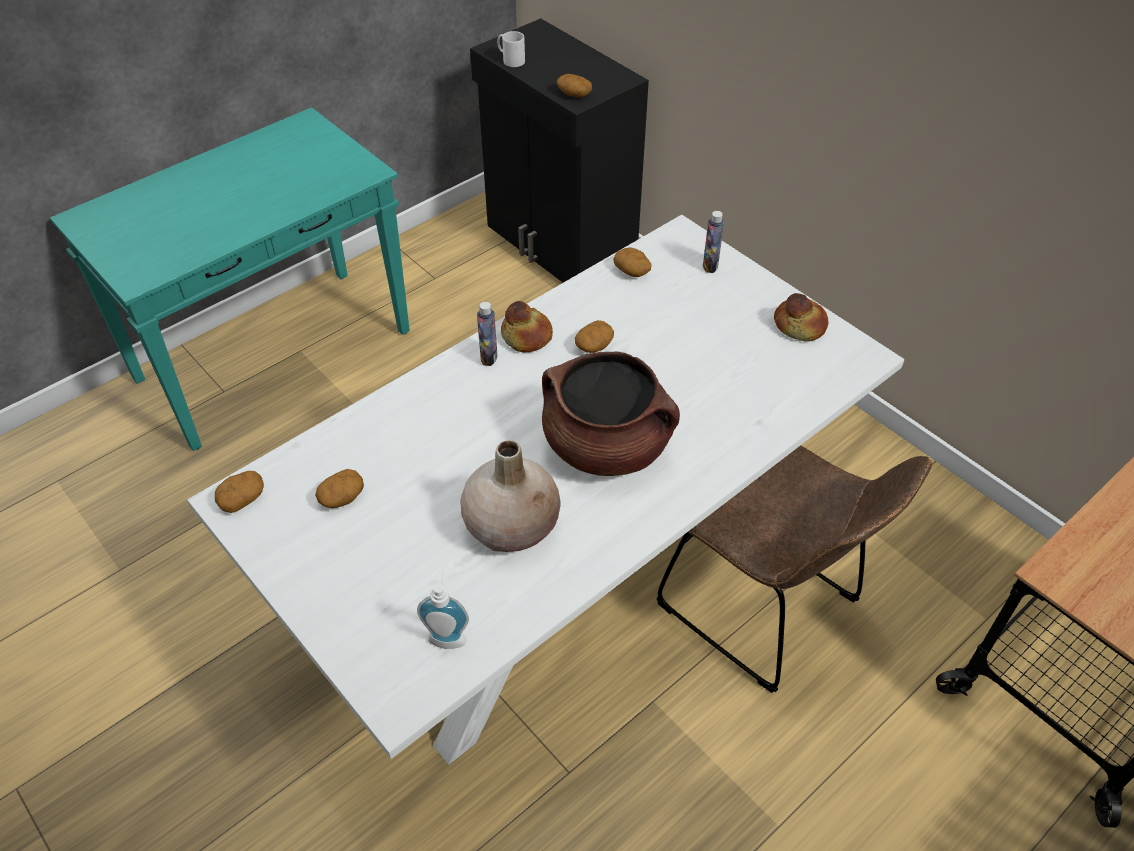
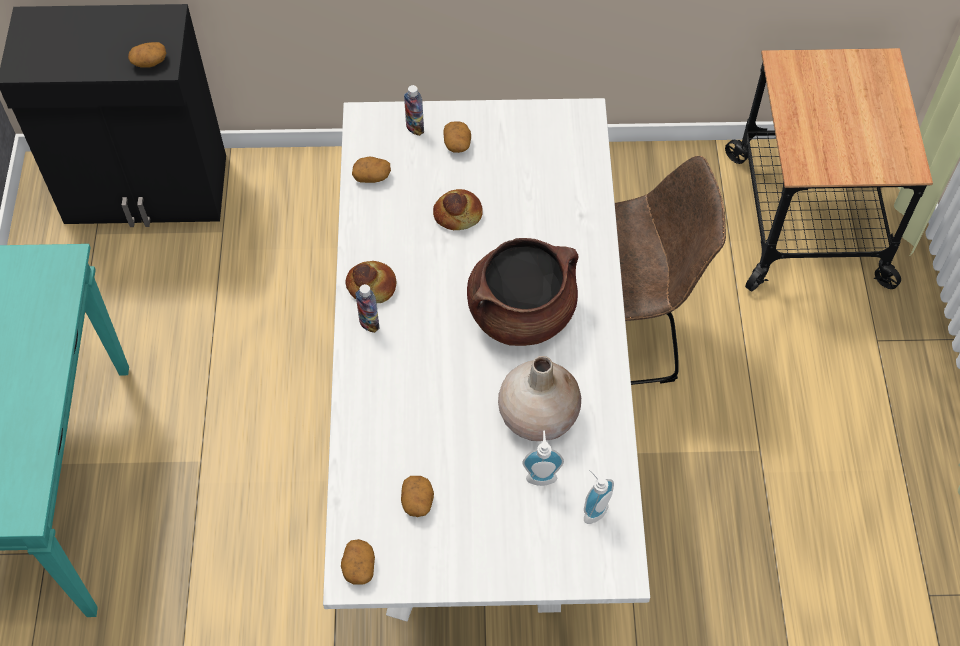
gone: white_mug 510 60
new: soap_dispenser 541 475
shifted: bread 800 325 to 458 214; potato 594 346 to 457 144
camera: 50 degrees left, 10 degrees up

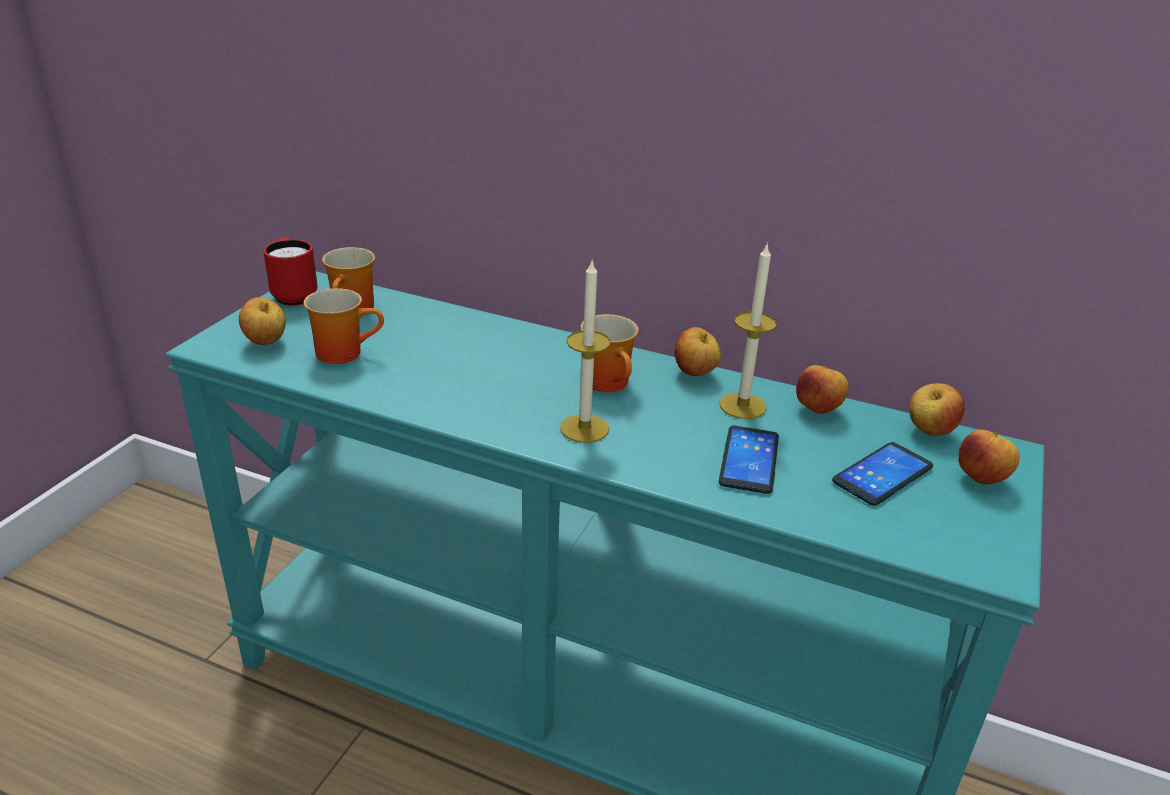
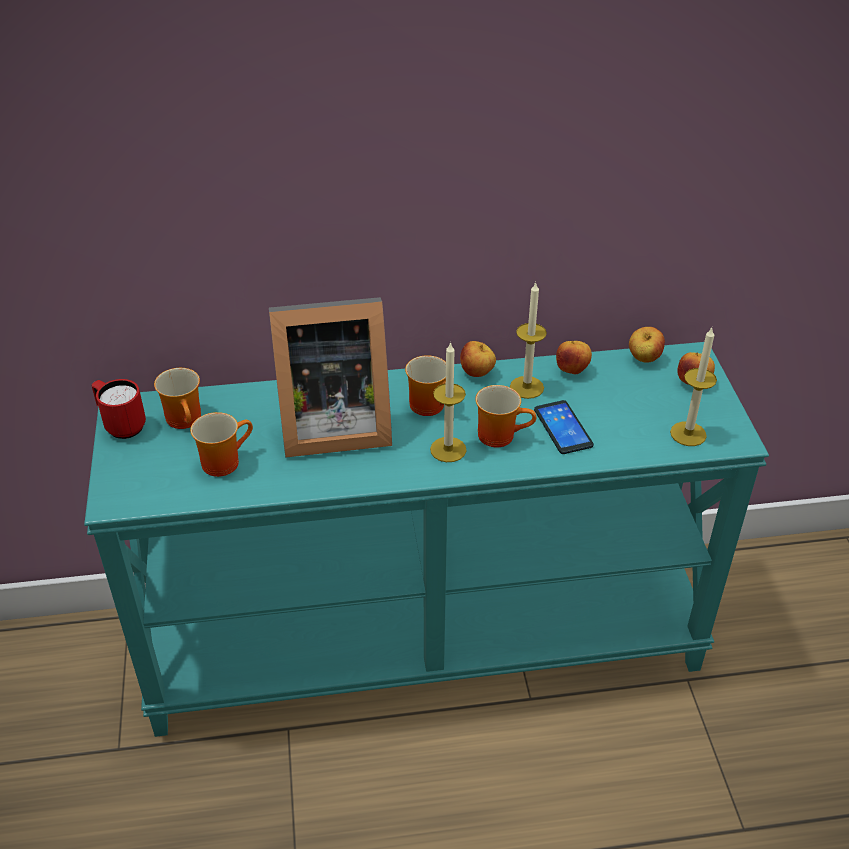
gone: apple 266 343; phone 882 475
new: picture_frame 330 425; mug 500 434; candle 688 434
camera: 30 degrees left, 10 degrees up

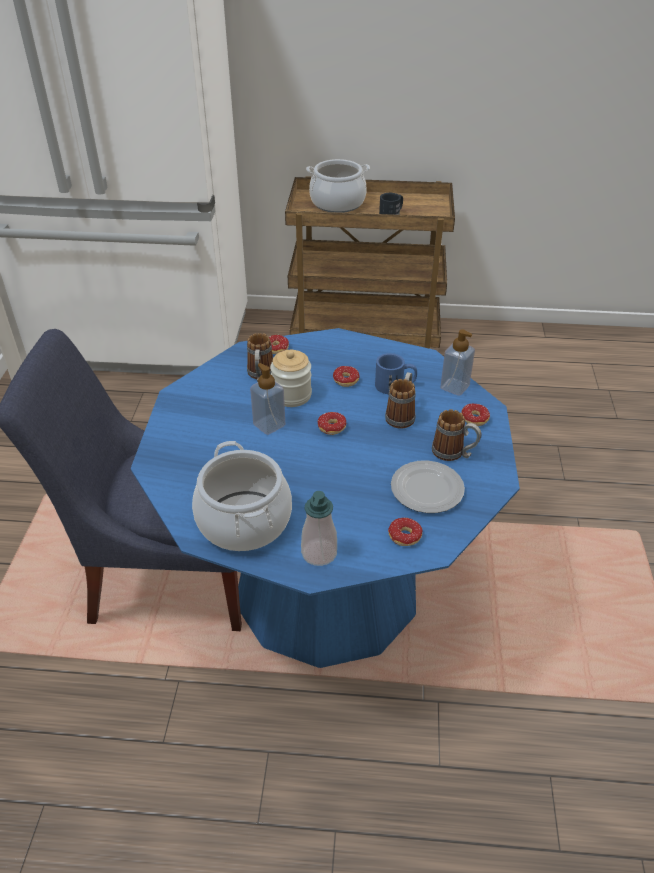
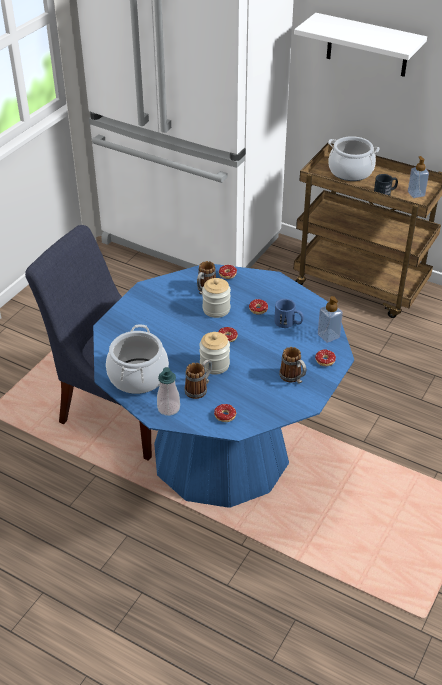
gone: plate 427 490
new: jar 214 365; white_shelf 367 45
shifted: mug 401 415 to 199 389; soap_dispenser 269 425 to 416 194
camera: 25 degrees right, 0 degrees up

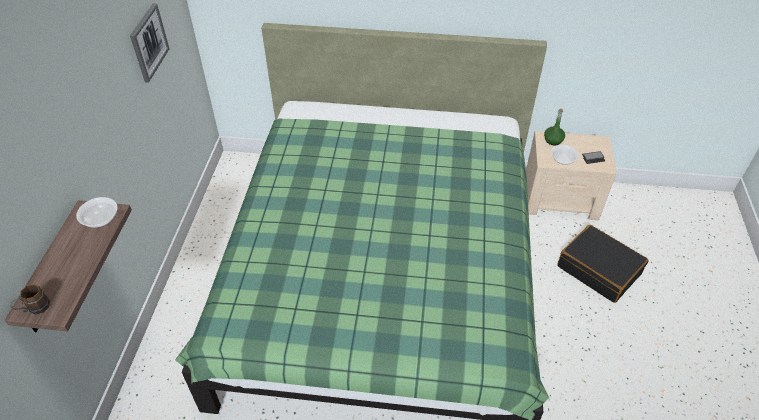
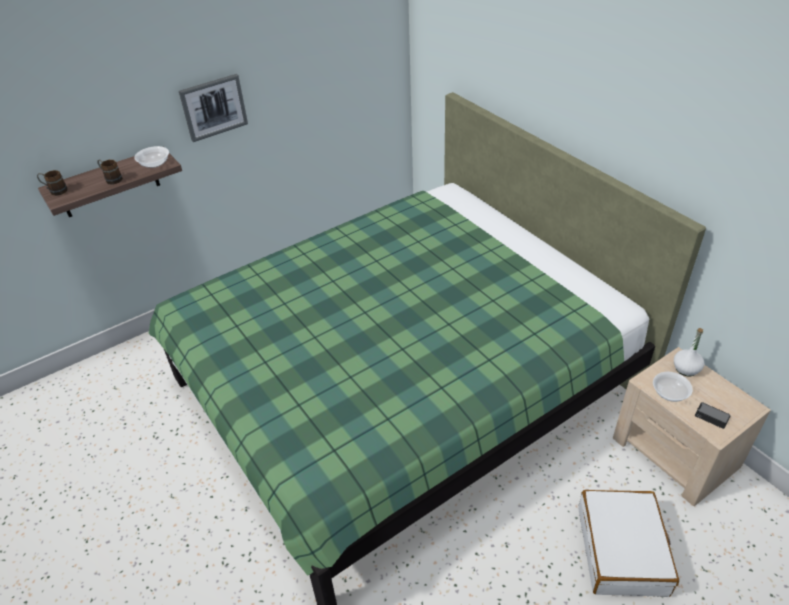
new: brown_mug 111 179
shifted: picture 148 42 to 213 107
repainted: black_suitcase 599 270 to white_suitcase 622 550; green_bottle 553 140 to white_bottle 686 368
camera: 50 degrees right, 5 degrees down

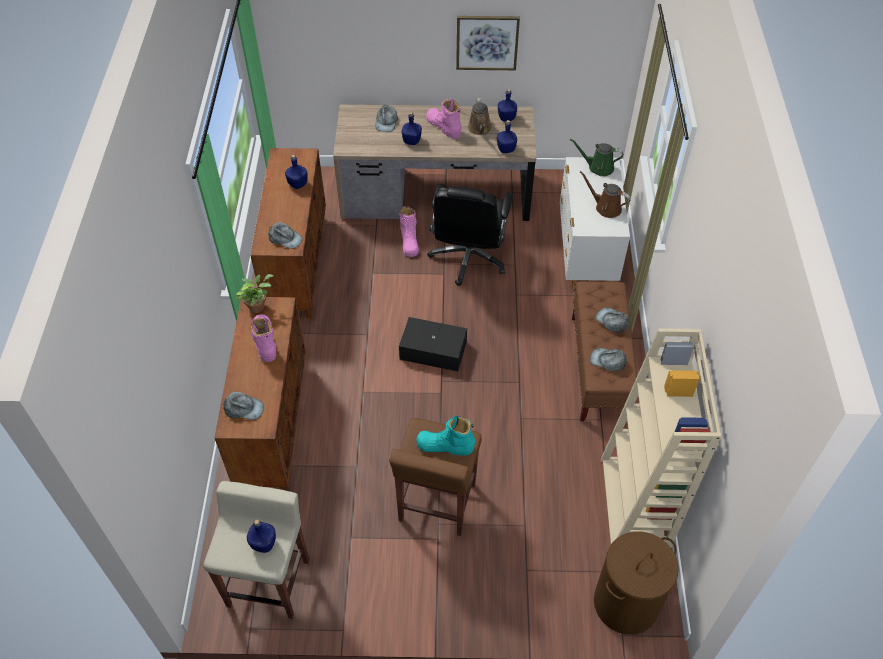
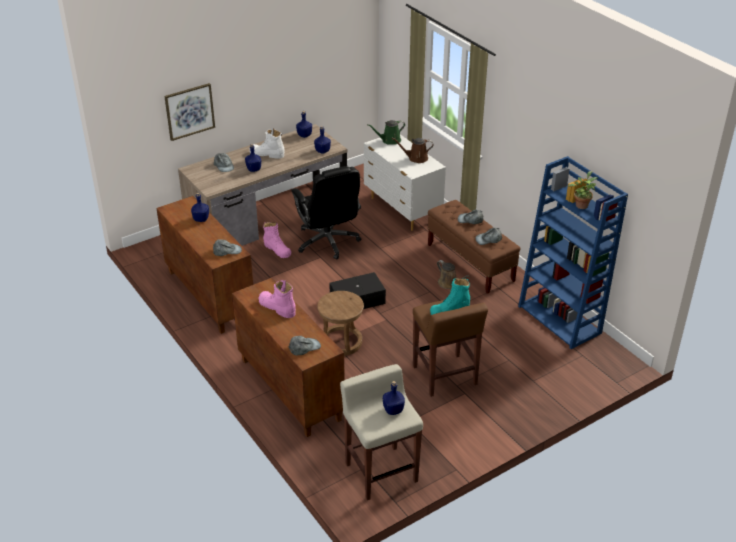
gone: brown_laundry_basket 626 603
new: brown_stool 341 342
shifted: picture 487 42 to 189 111; brown_watering_can 480 129 to 449 284; potted_plant 258 306 to 581 204
repainted: pink_boot 443 126 to white_boot 267 154; beige_bookcase 634 506 to blue_bookcase 560 320
camera: 35 degrees left, 15 degrees down

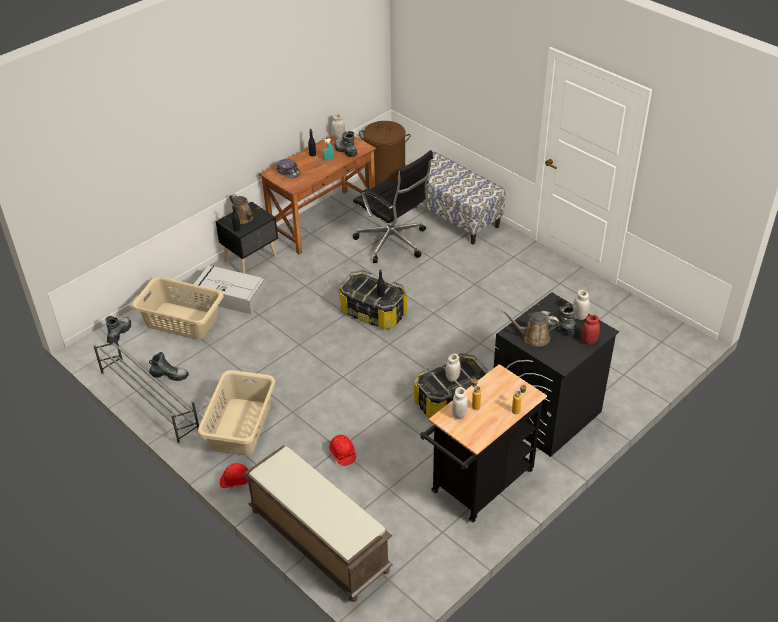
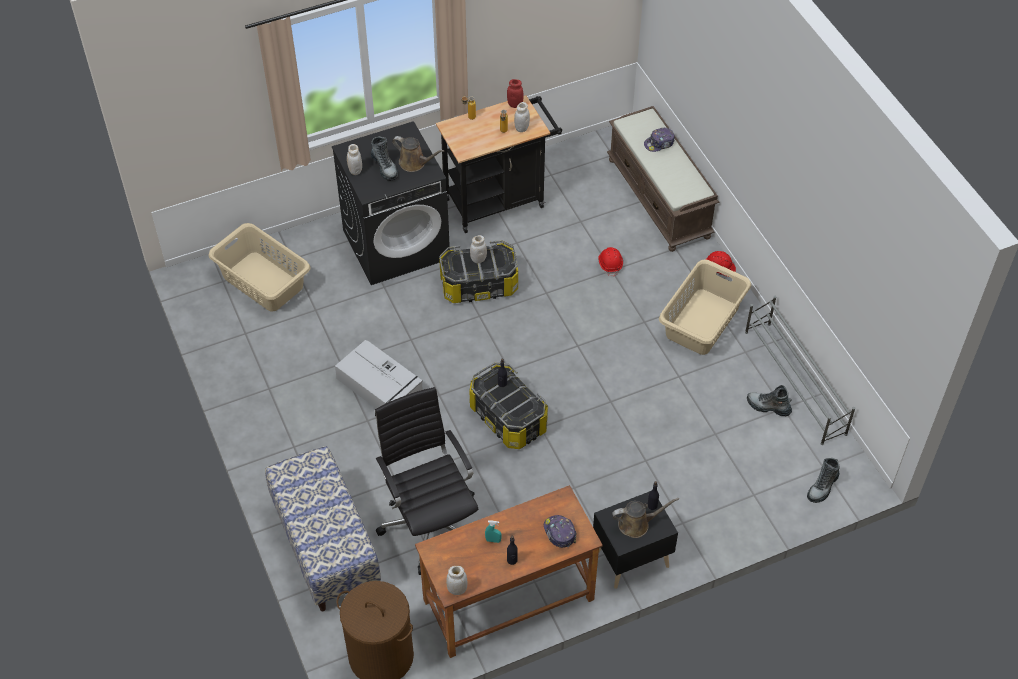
gone: boot 345 151
new: cap 659 143
shifted: beige_laundry_basket 182 321 to 263 281; grey_storage_box 229 296 to 380 387; red_jar 589 341 to 515 104
rotated: brown_watering_can 244 218 = 637 524 105 degrees clockwise
camera: 160 degrees left, 10 degrees up

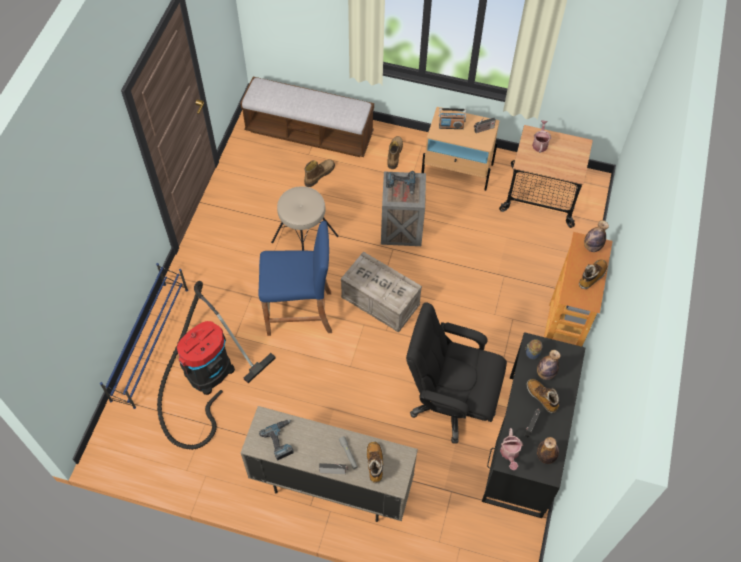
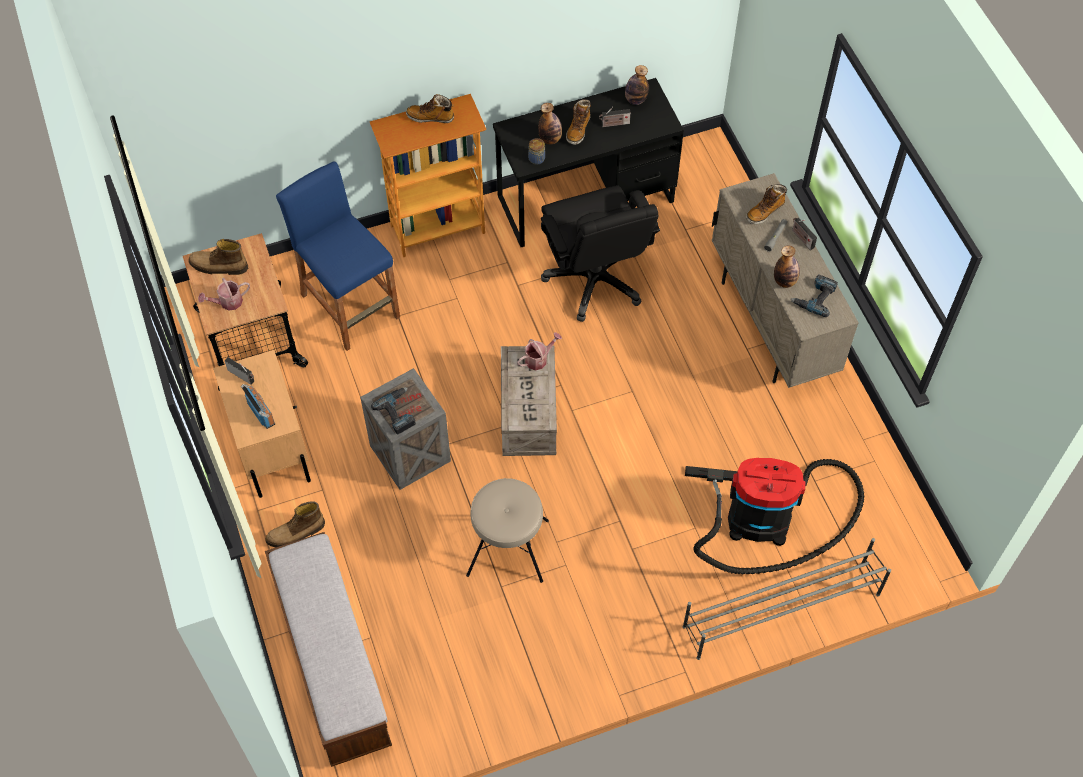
shifted: boot 319 174 to 218 267; blue_stool 299 313 to 350 306; watering_can 510 454 to 539 359; bottle 591 247 to 784 281
repainted: blue_shoe_rack 151 343 to grey_shoe_rack 780 610
camera: 125 degrees left, 0 degrees up

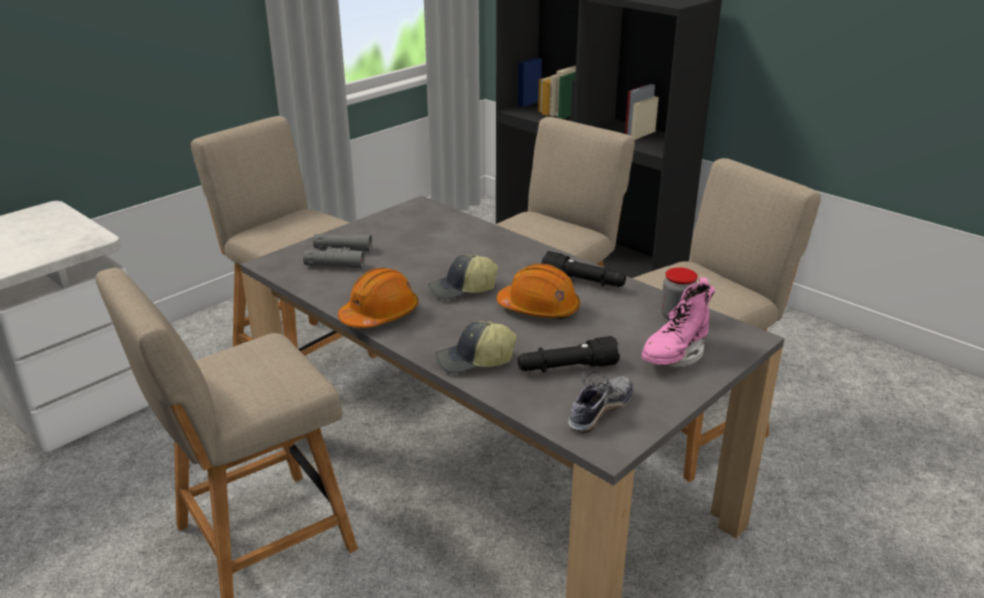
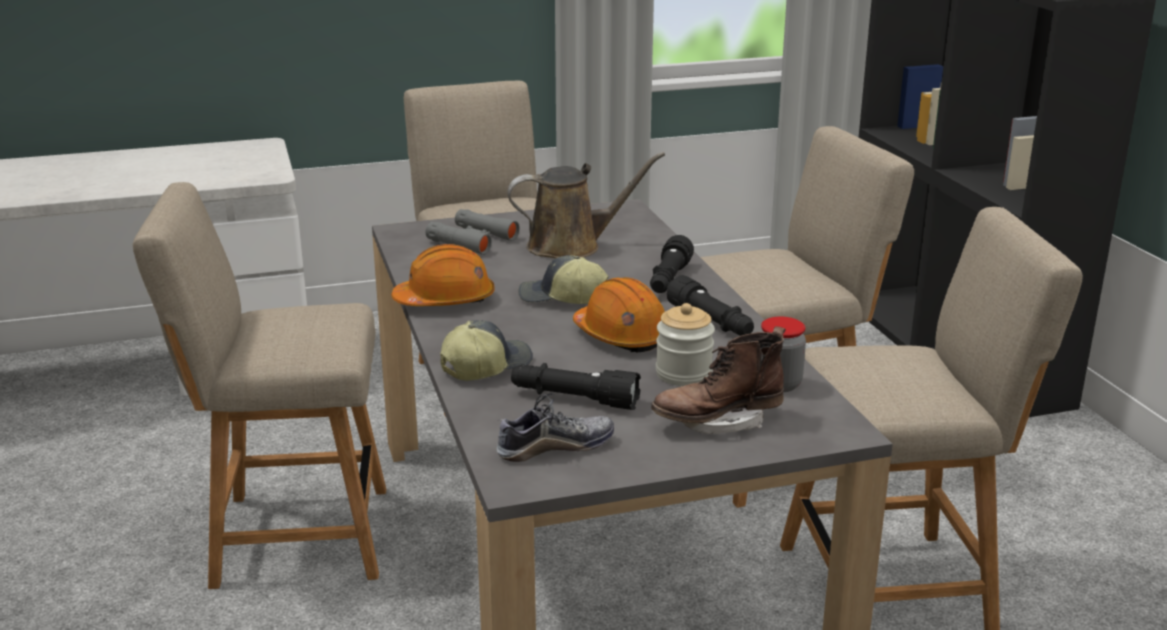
new: brown_watering_can 571 246; black_flashlight 668 280; jar 683 374
repainted: pink_boot 674 355 to brown_boot 718 421
rotated: cap 475 361 = 485 366 120 degrees clockwise
camera: 30 degrees right, 5 degrees down

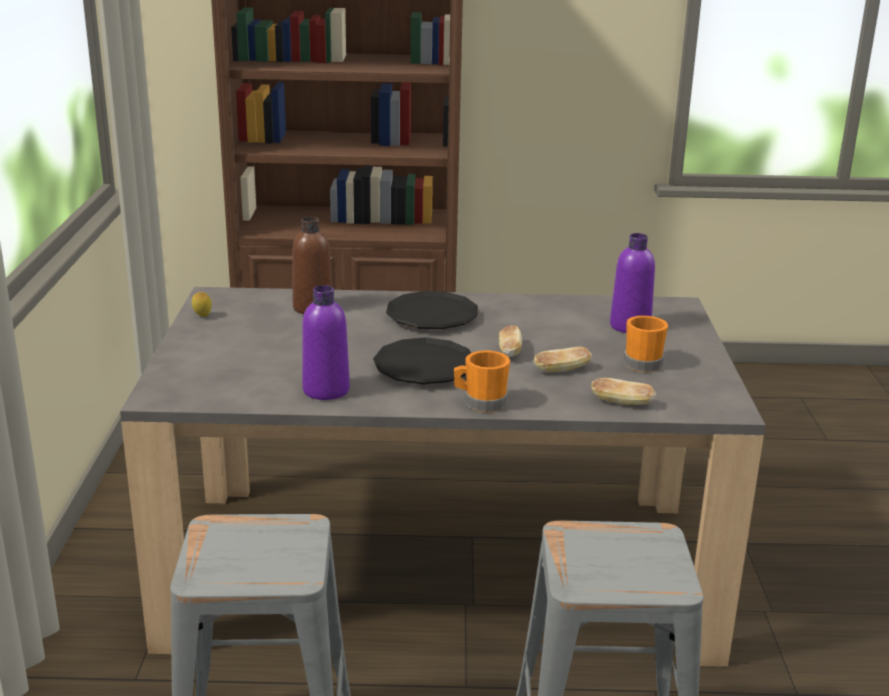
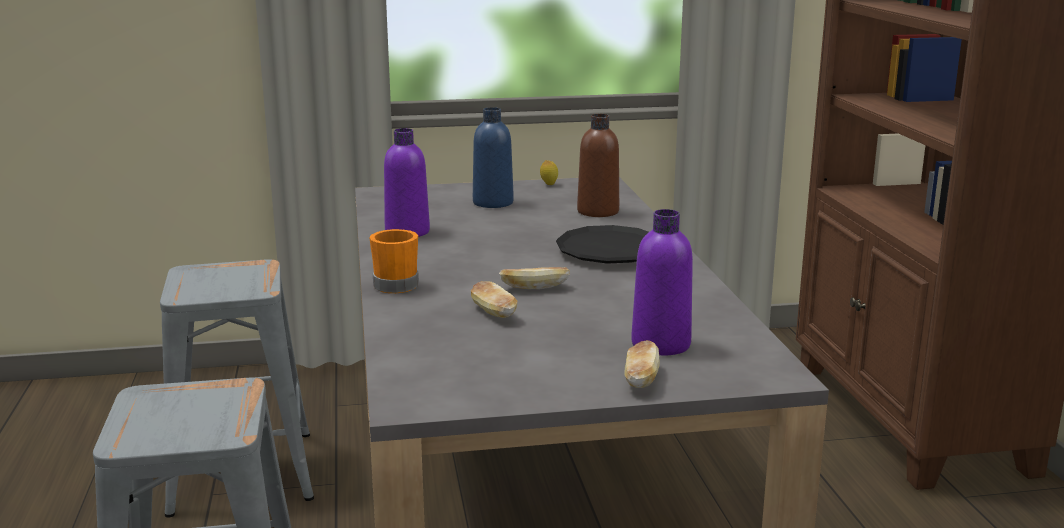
gone: black_plate 424 368; orange_mug 644 362
new: blue_bottle 493 203
shifted: bread 622 403 to 640 379
camera: 80 degrees right, 5 degrees down

